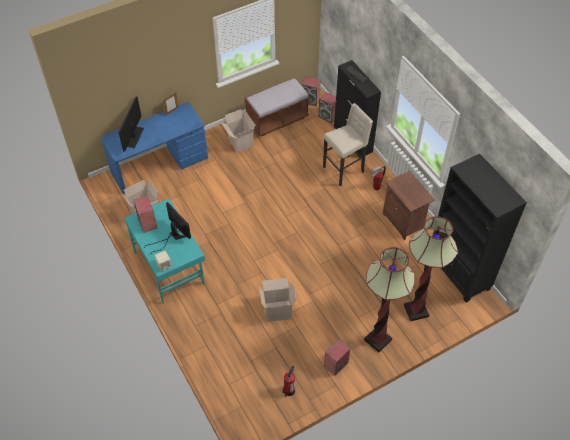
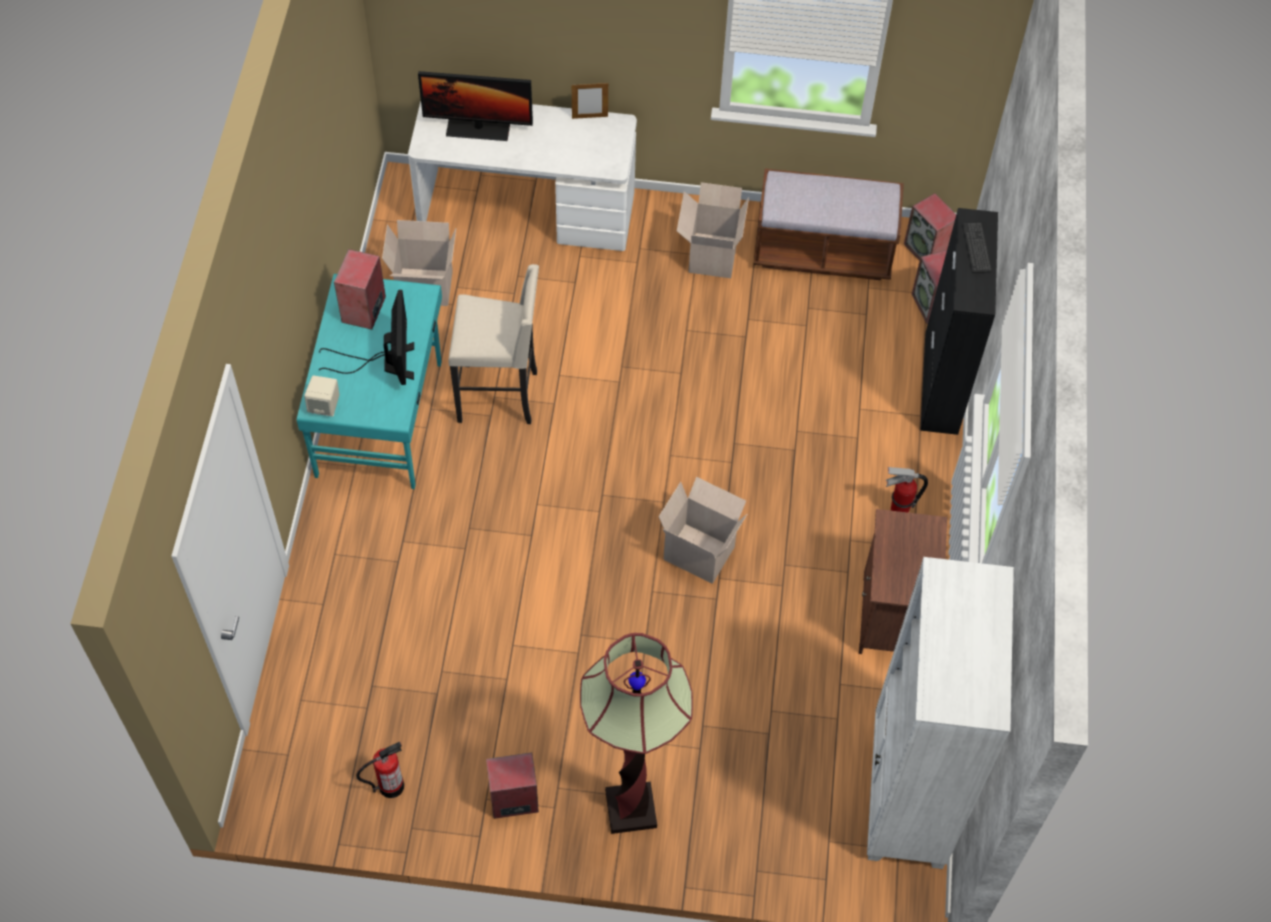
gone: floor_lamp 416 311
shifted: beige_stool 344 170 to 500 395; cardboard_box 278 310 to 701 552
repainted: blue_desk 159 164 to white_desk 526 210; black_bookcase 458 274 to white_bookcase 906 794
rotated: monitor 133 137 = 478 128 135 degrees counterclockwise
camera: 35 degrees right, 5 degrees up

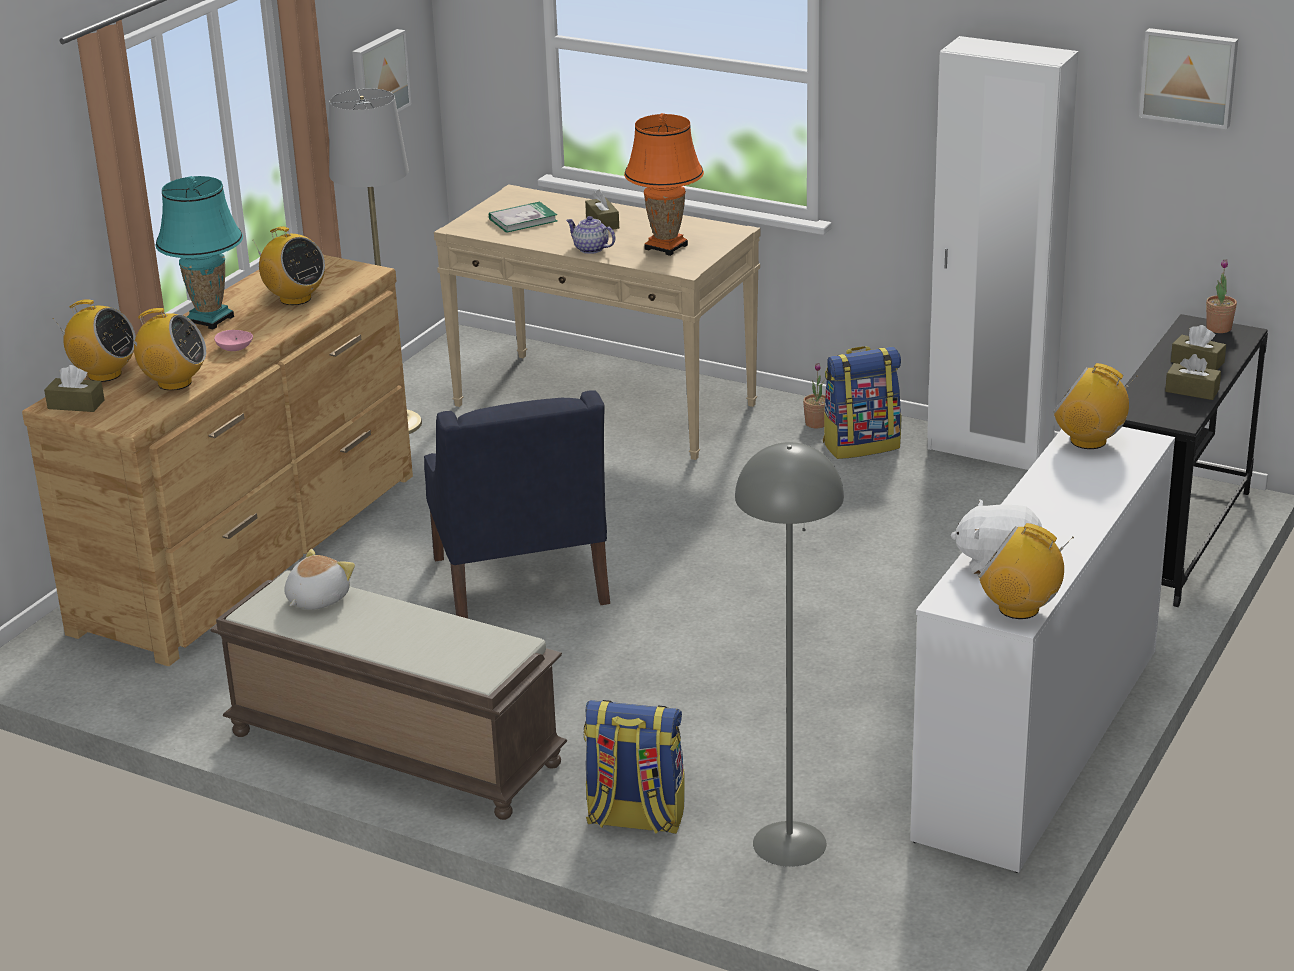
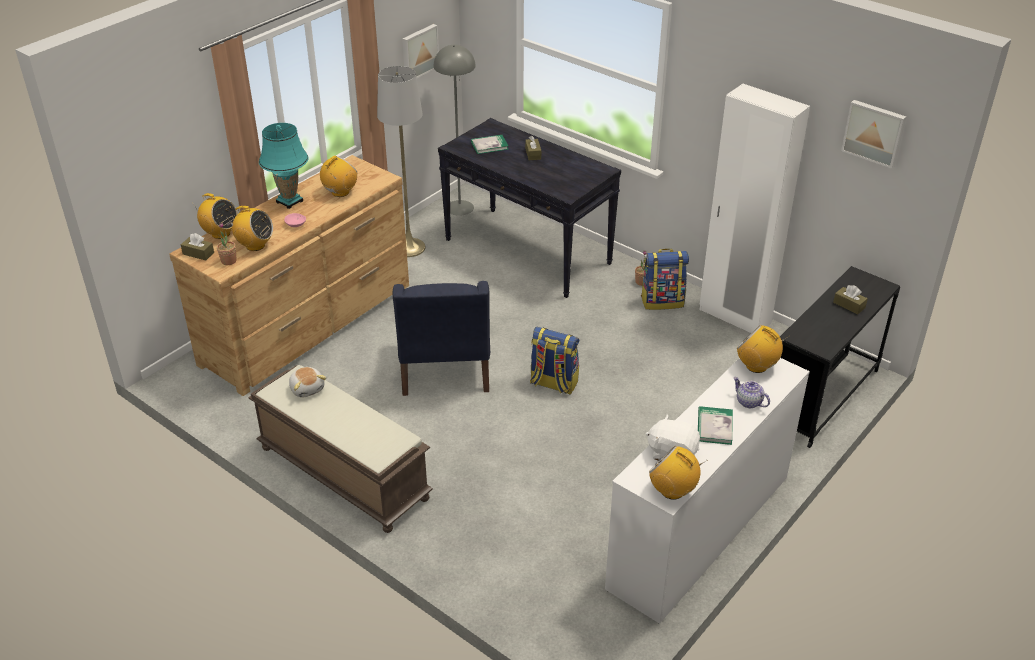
gone: orange_table_lamp 666 247; brown_tissue_box 1192 390
new: book 714 427
shifted: potted_plant 1218 328 to 229 261; grey_floor_lamp 788 843 to 459 207; backpack 635 818 to 553 383; teapot 590 249 to 748 402
repainted: beige_console_table 605 405 to black_console_table 528 251
rotated: plush_toy 316 599 = 307 388 105 degrees clockwise; radio 295 299 = 340 192 105 degrees counterclockwise
camera: 10 degrees right, 10 degrees up

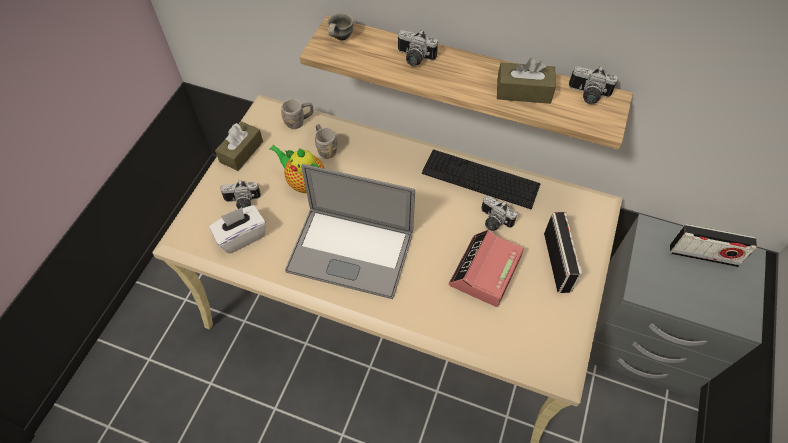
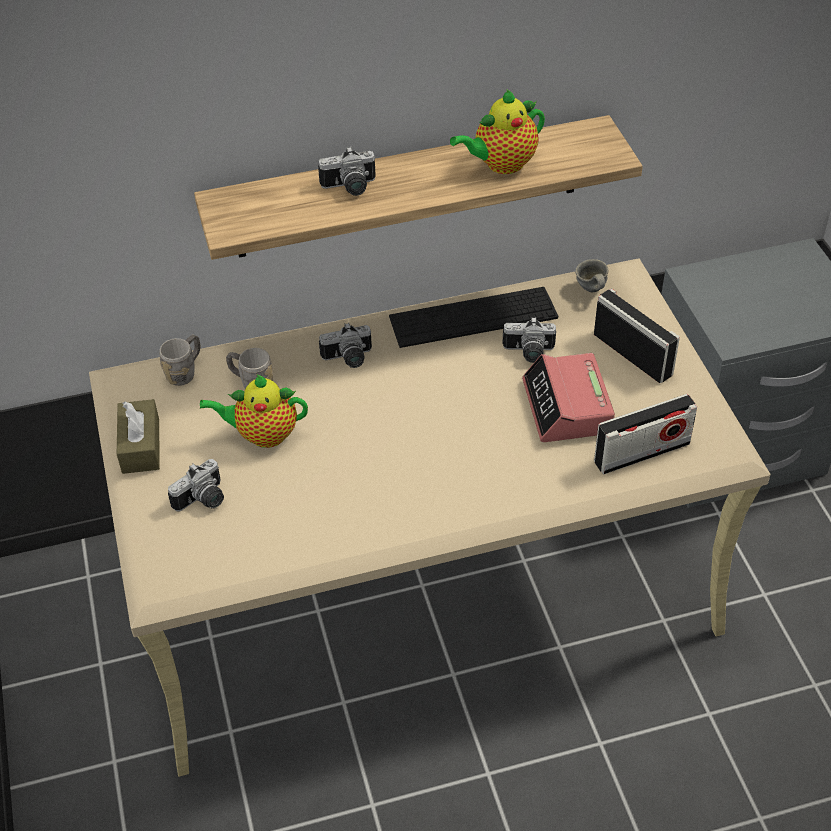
gone: white_tissue_box 241 236; laptop 350 252
shifted: photo_camera 588 95 to 348 359; grey_mug 339 38 to 590 290; radio 703 255 to 642 453
swapped: brown_tissue_box 523 91 to teapot 501 164
camera: 35 degrees left, 10 degrees down

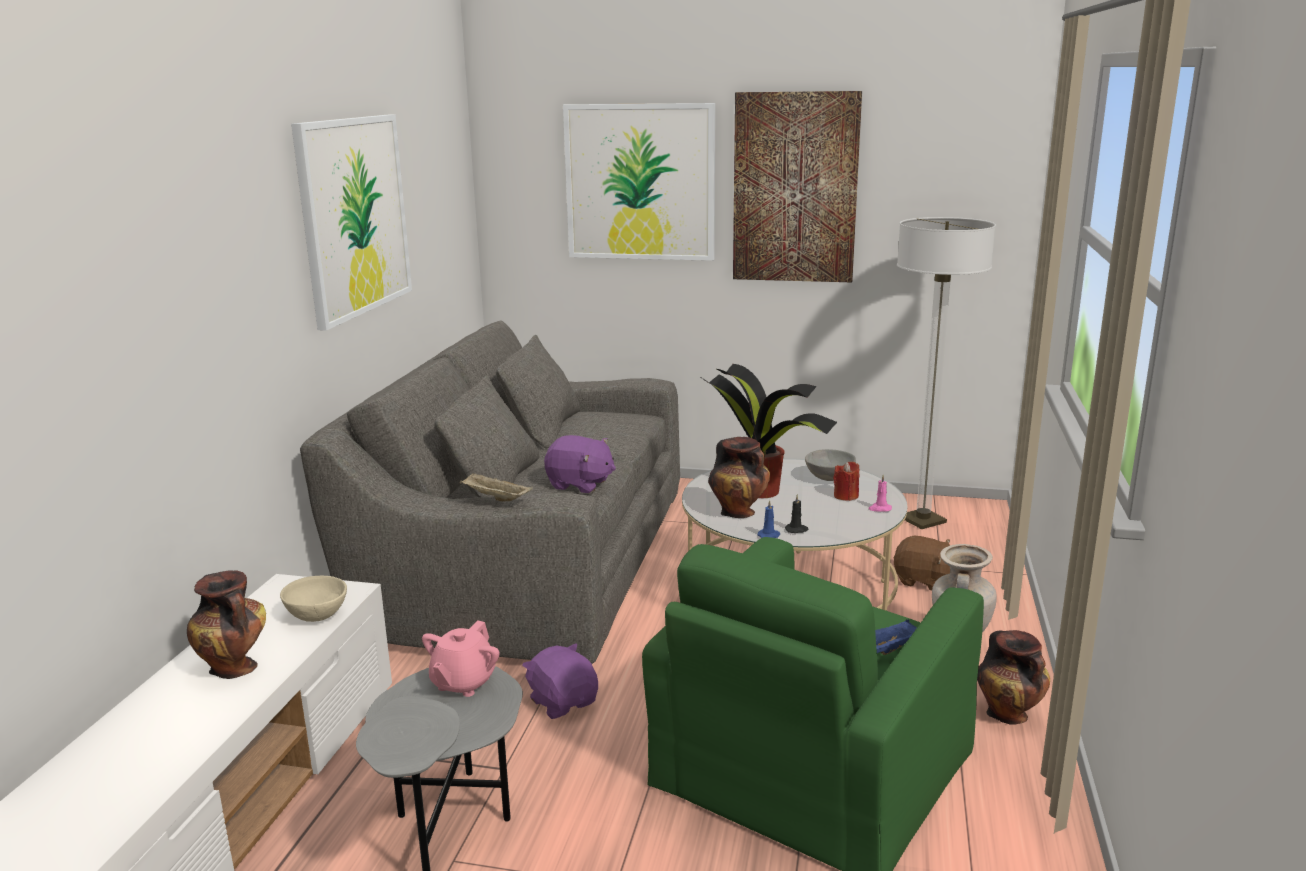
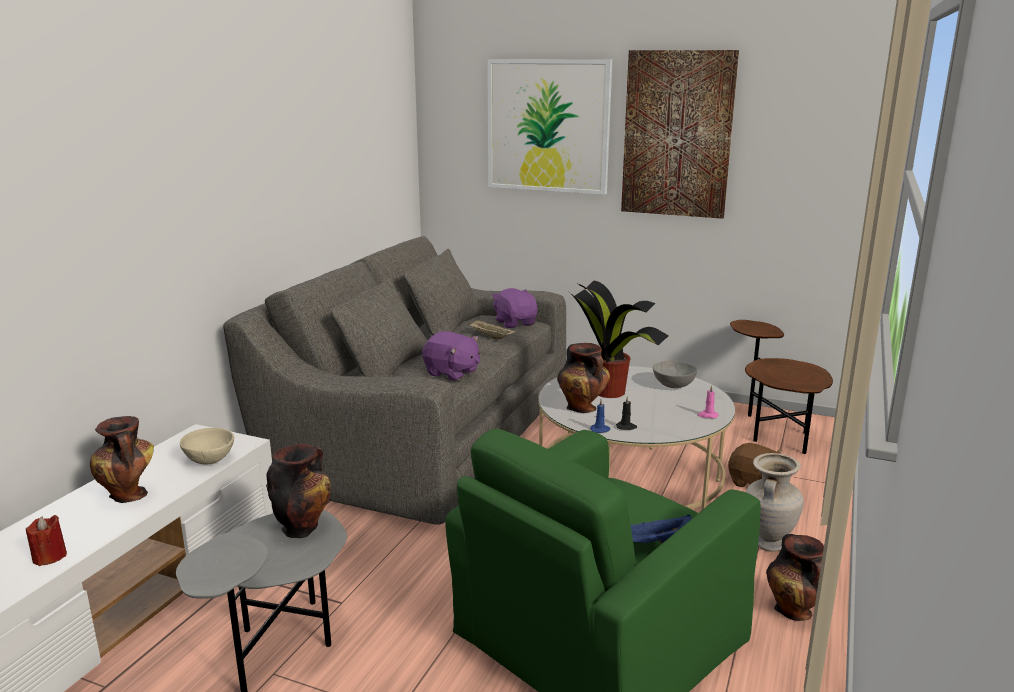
gone: picture 354 216
shifted: red_candle 846 496 to 49 557; beige_tray 495 498 to 490 337; purple_plush_toy 563 702 to 515 323
swapped: pink_teapot 463 683 to vase 302 527; floor_lamp 922 520 to brown_side_table 771 431
camera: 10 degrees right, 0 degrees up

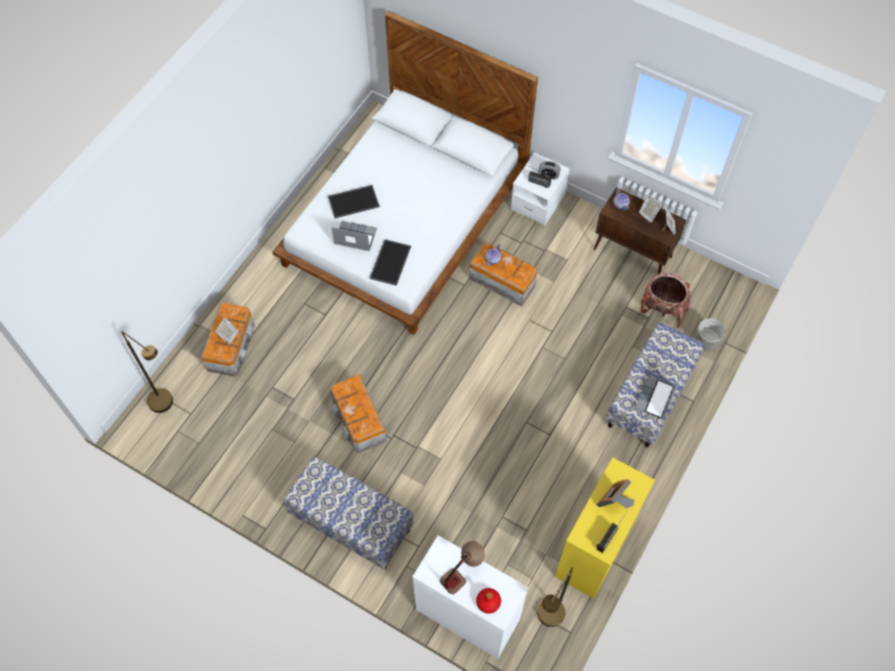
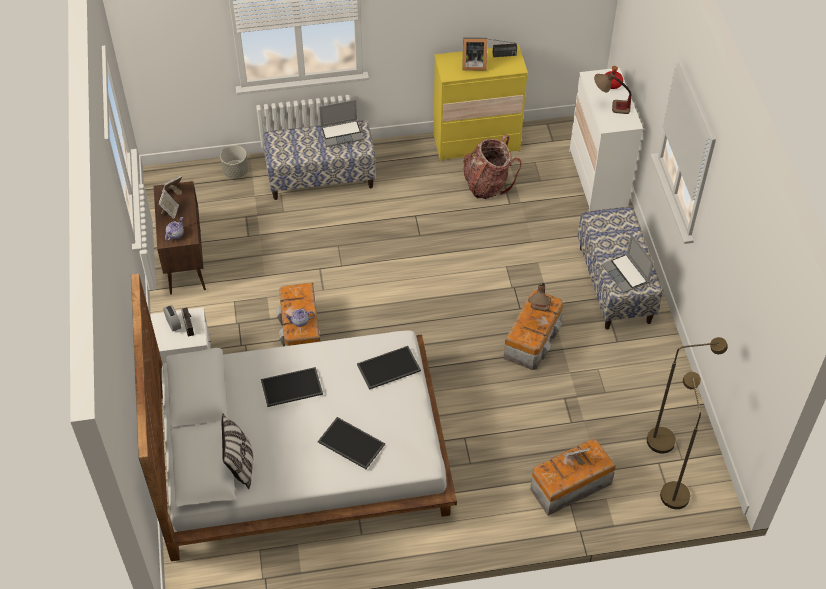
new: pillow 240 465; tray 291 388; table_lamp 539 312
shifted: backpack 663 308 to 487 184; laptop 354 237 to 626 274; brown_floor_lamp 547 620 to 668 439
camera: 130 degrees left, 10 degrees down

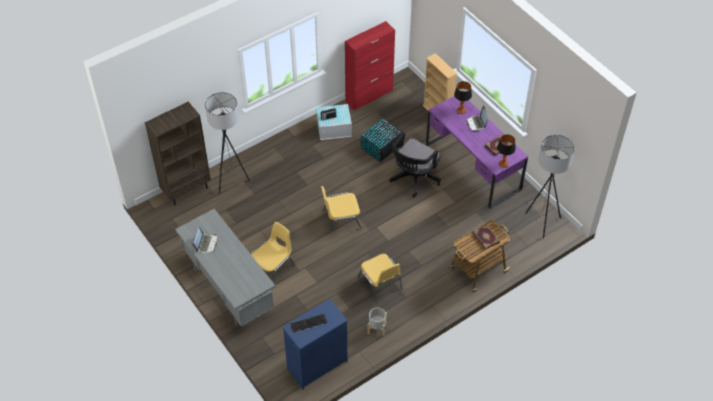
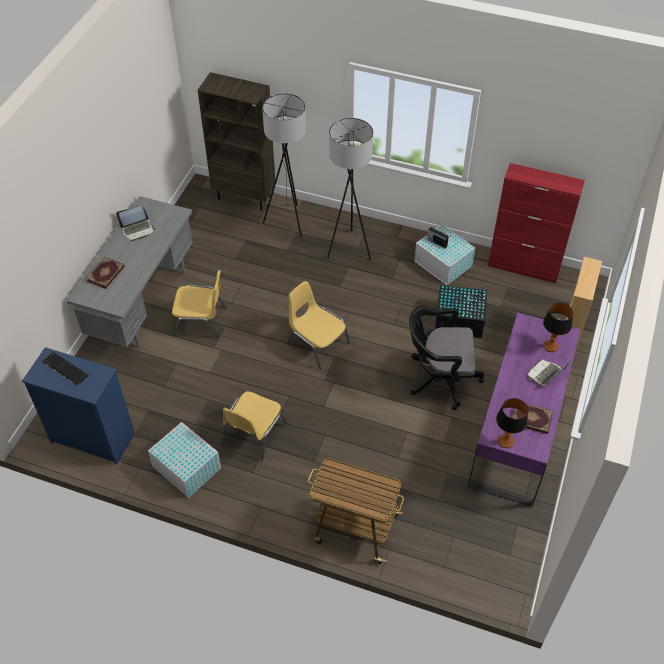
shifted: book 486 237 to 106 274; grey_floor_lamp 540 221 to 349 246
swapped: grey_planter 377 327 to white_storage_box 186 467
camera: 55 degrees right, 0 degrees up

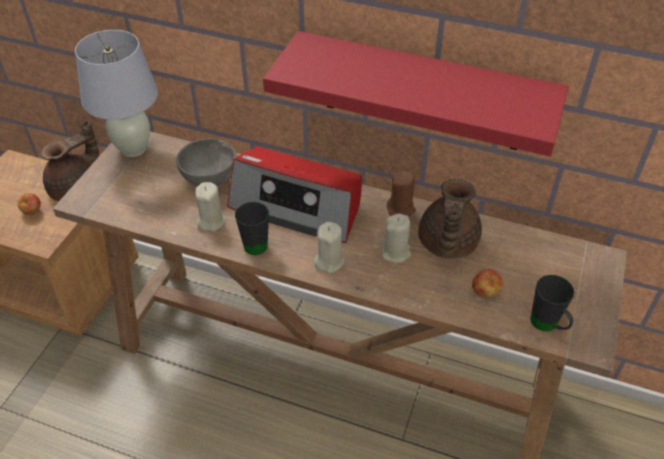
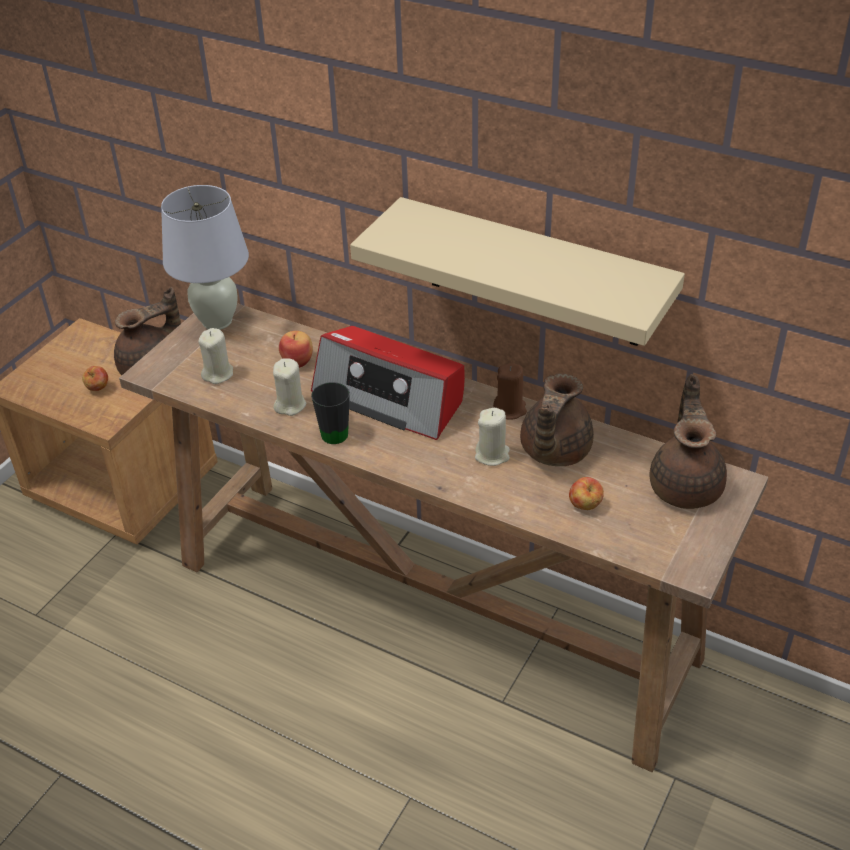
gone: black_mug 547 326
new: brown_teapot 686 485
shifted: beige_candle 329 261 to 218 374
swapped: grey_bowl 210 179 to apple 298 361
repainted: red_shelf 423 92 to beige_shelf 533 273
camera: 10 degrees right, 5 degrees down

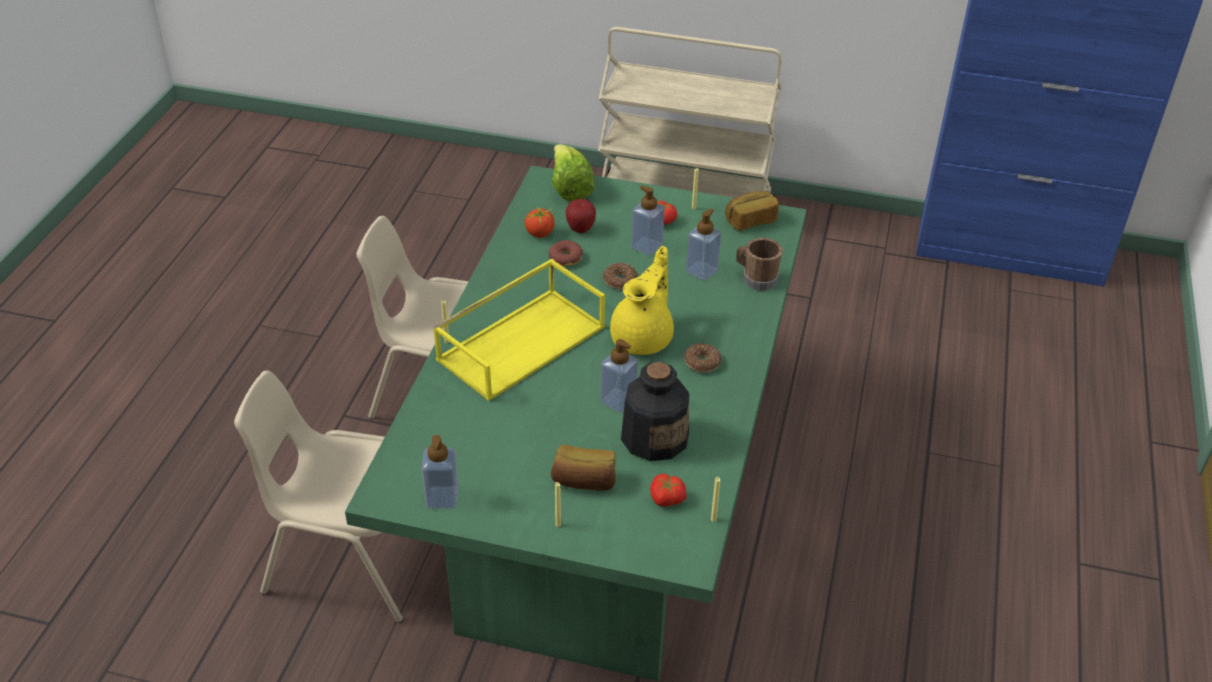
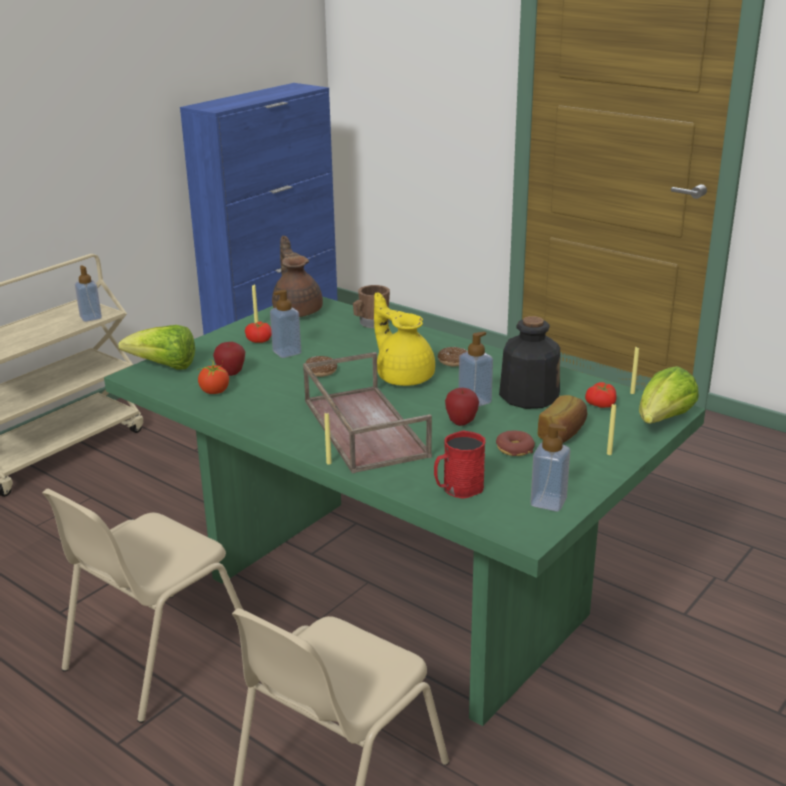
new: red_mug 458 489; apple 461 422; lettuce 663 421
shifted: soap_dispenser 701 271 to 91 317; donut 566 258 to 514 449
swapped: bread 750 220 to brown_teapot 297 310
repainted: yellow_tray 521 342 to brown_tray 362 427
camera: 65 degrees left, 15 degrees down

